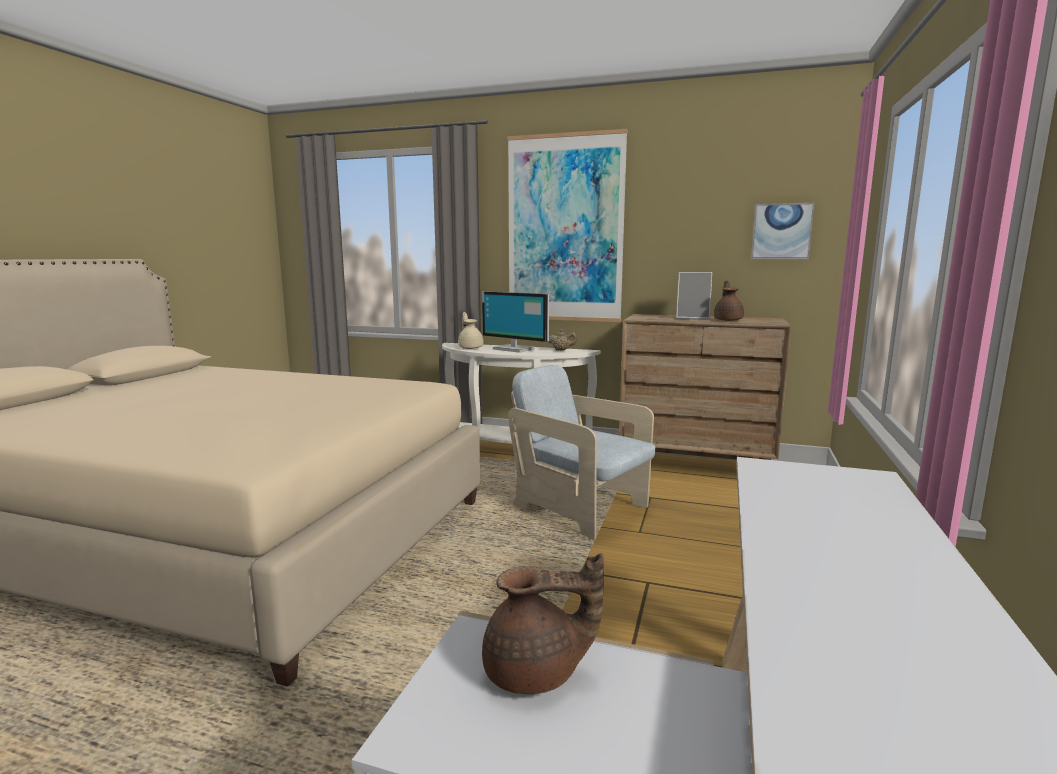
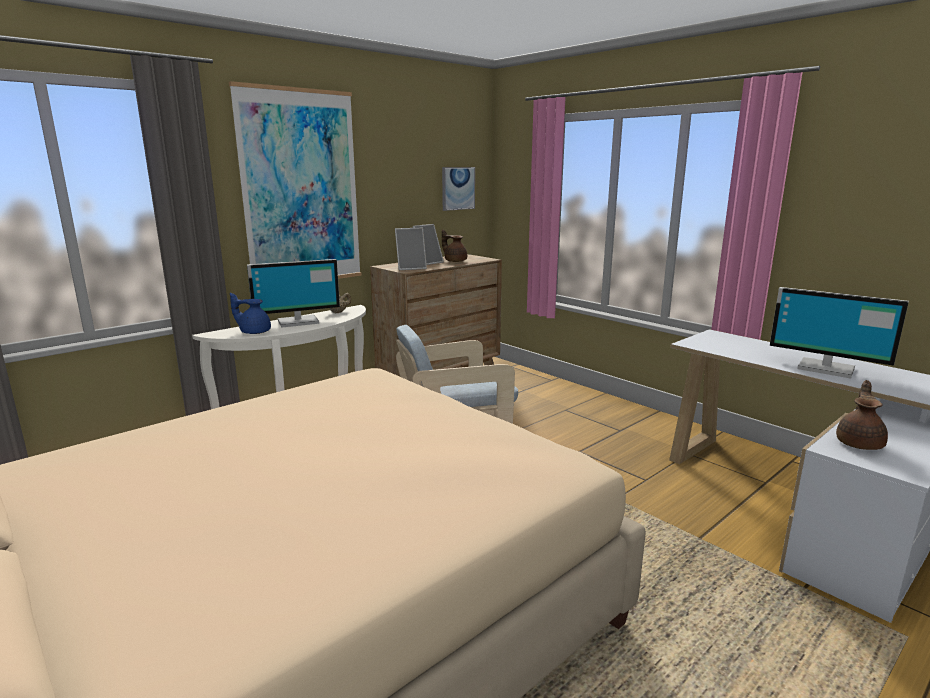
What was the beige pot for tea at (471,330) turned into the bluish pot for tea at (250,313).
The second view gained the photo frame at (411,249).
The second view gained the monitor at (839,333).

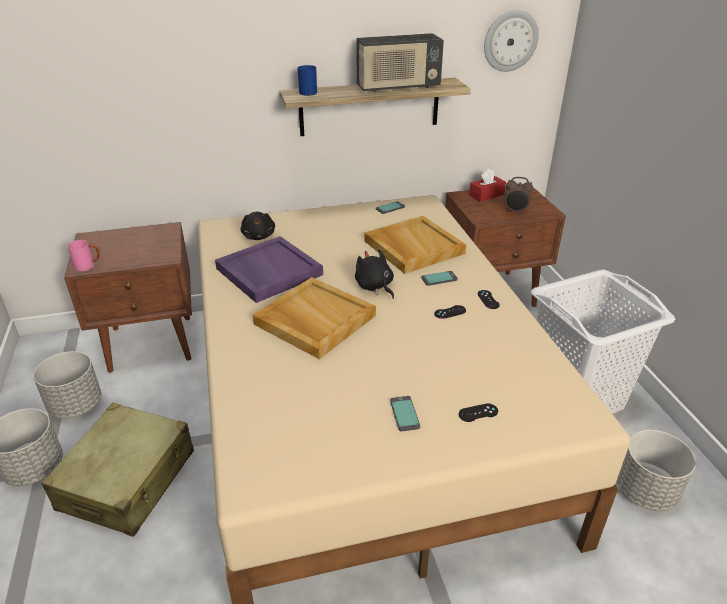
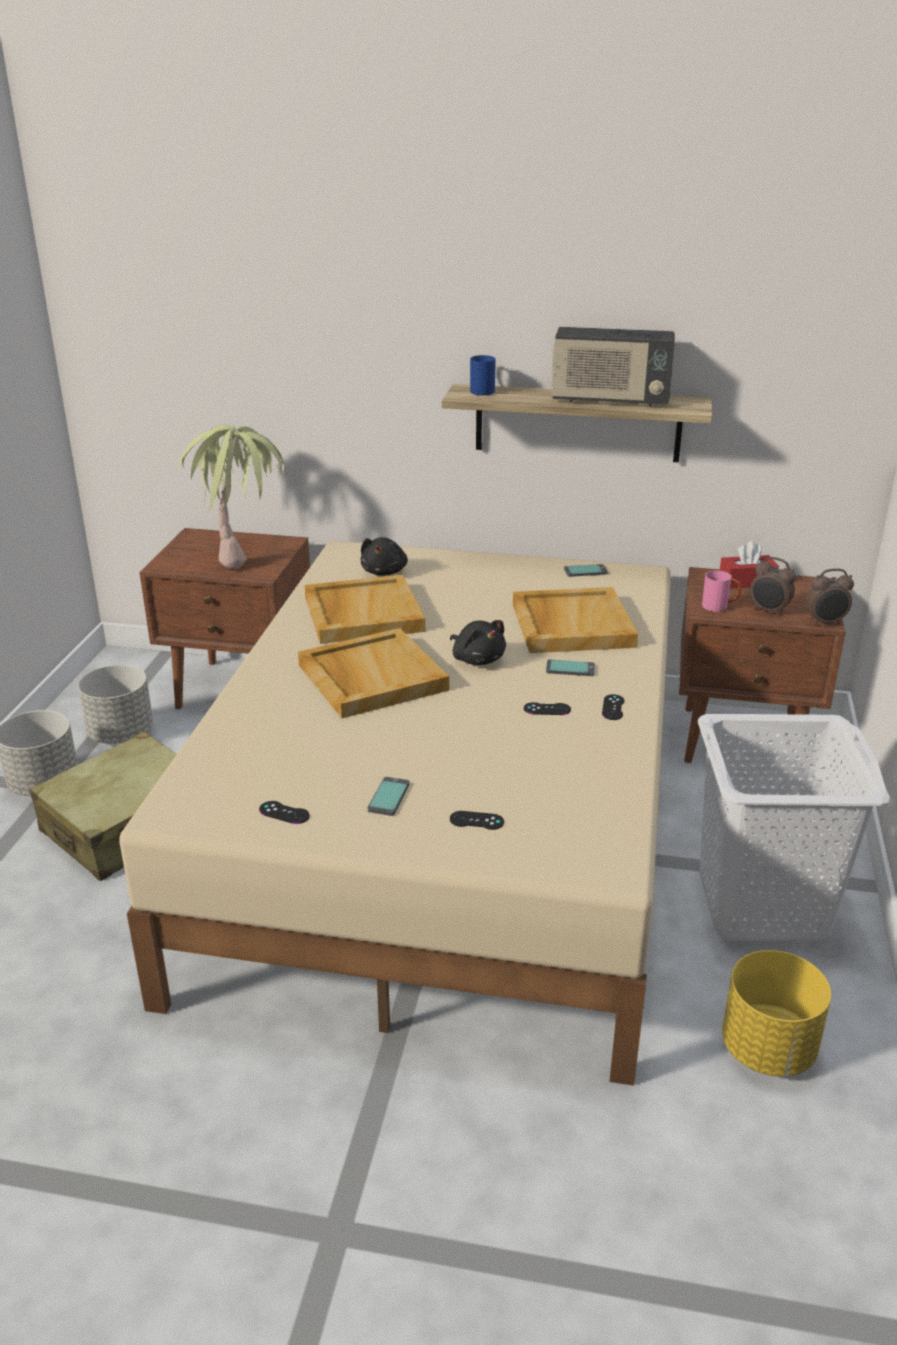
The second view lost the clock on the wall at (511,41).
What was the purple-coloured serving tray at (269,269) turned into the beige serving tray at (364,609).
The pink mug ended up elsewhere, having gone from (83,255) to (722,591).
The black-coloured plush toy at (374,274) ended up facing another way, 150 degrees clockwise from before.
What was the greyish planter at (656,470) turned into the yellow planter at (776,1013).
The second view gained the houseplant at (231,497).
The second view gained the bedside clock at (829,596).
The second view gained the black-coloured gamepad at (284,812).

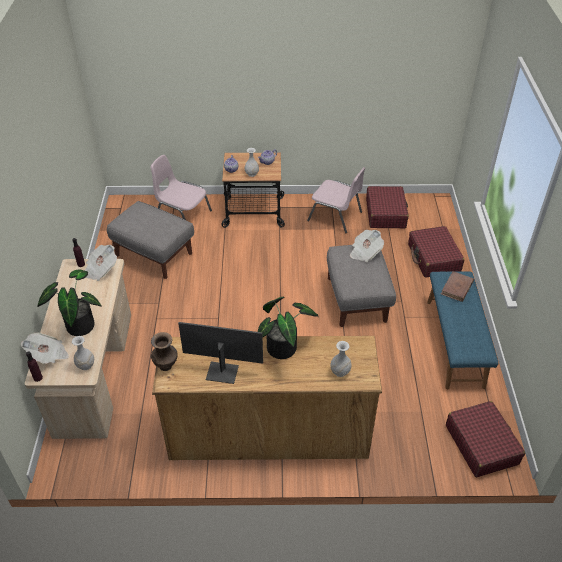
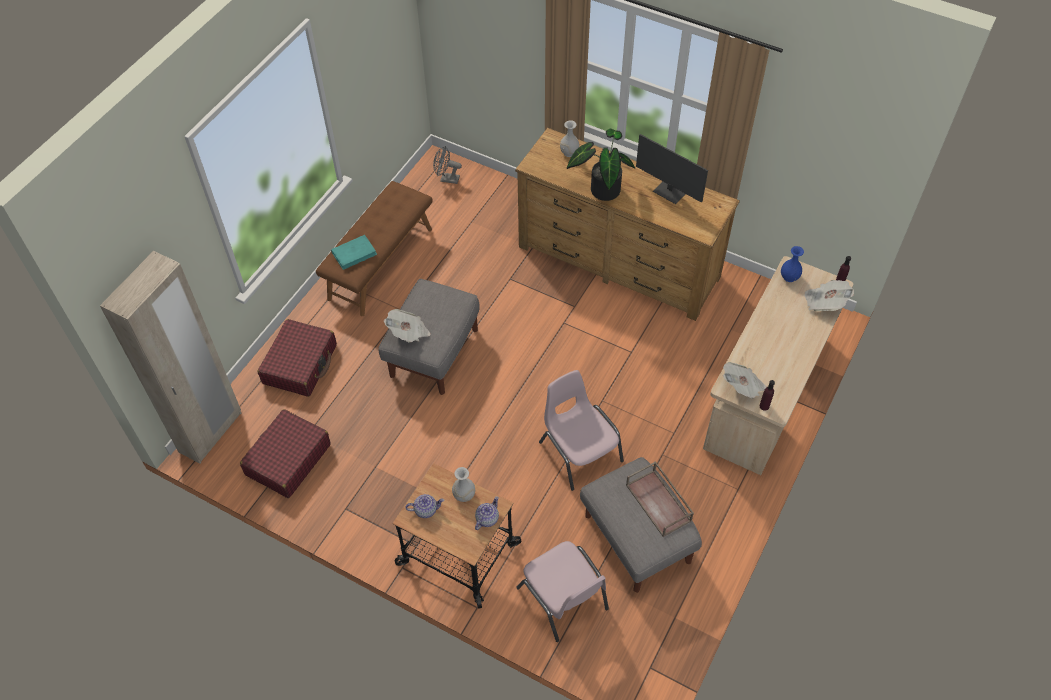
The pink upright chair ended up elsewhere, having gone from (336,200) to (581,430).
The second view lost the houseplant at (70,302).
What was the bluish indoor bench at (462,330) turned into the brown-coloured indoor bench at (374,248).
What was the brown-coloured volume at (457,286) turned into the blue-green volume at (354,252).
The second view lost the brown-coloured flower vase at (164,351).
What was the white flower vase at (83,353) turned into the bluish flower vase at (792,264).
Where the reddish piece of luggage stood at (485,439), the greyish cooling fan came to stand at (447,165).
The second view gained the beige wardrobe at (170,357).
The second view gained the brown-coloured serving tray at (660,499).

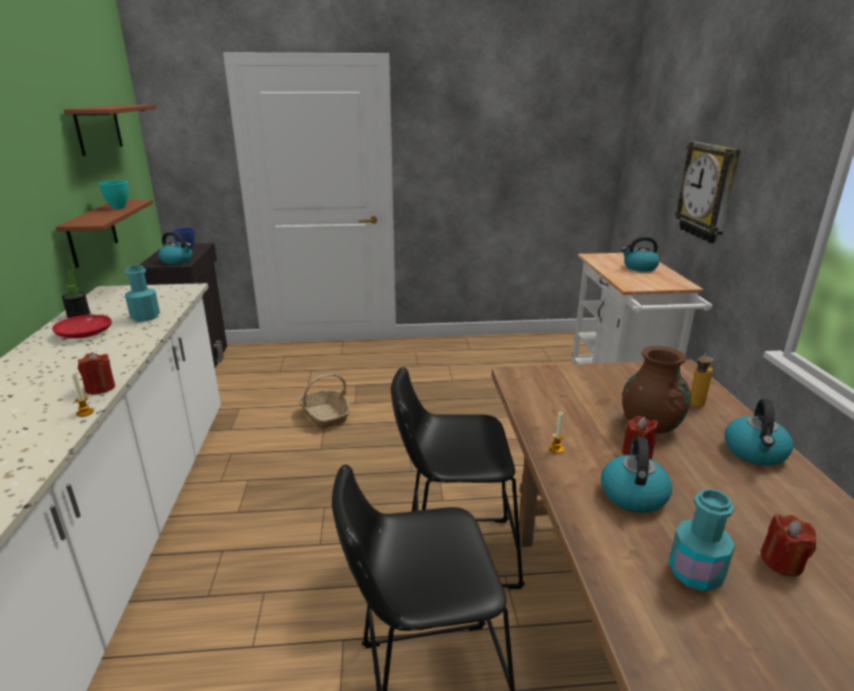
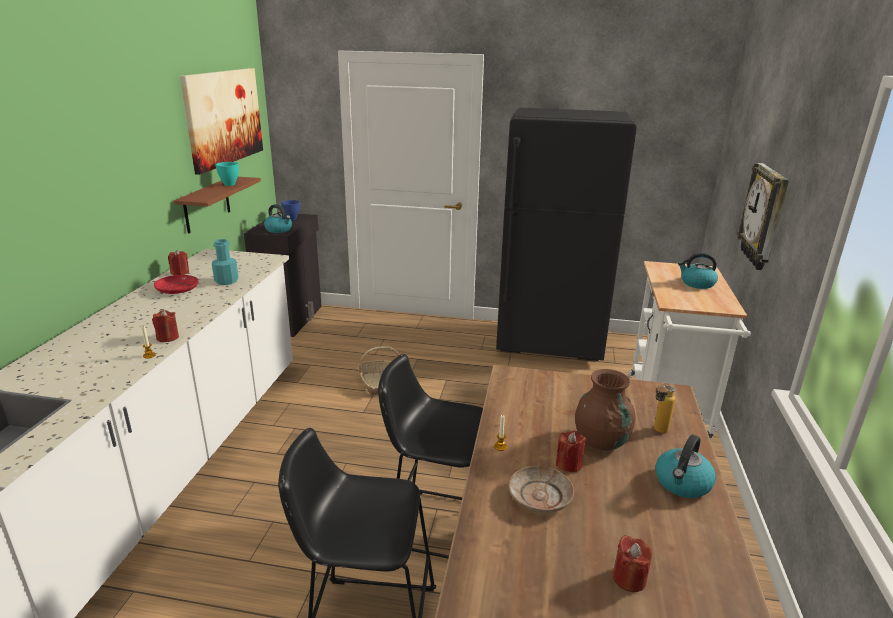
Where the brown-coloured bracket shelf hung at (110,130), the wall picture came to hang at (221,121).
Where the houseplant stood at (76,286), the reddish wax light came to stand at (178,262).
Where the kettle stood at (636,475), the beige flat dish came to stand at (541,489).
The second view lost the blue-green drink bottle at (702,540).
The second view gained the black-coloured refrigerator at (566,234).

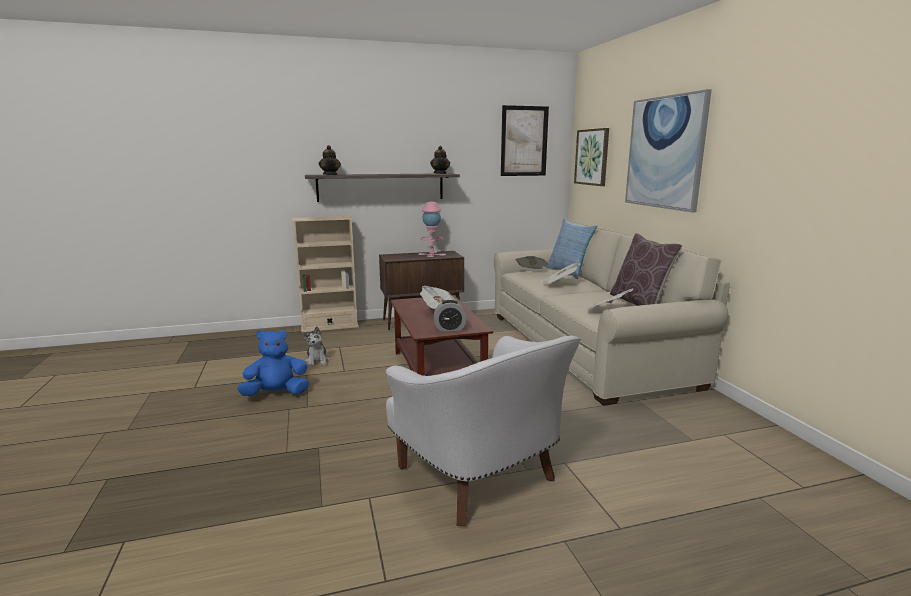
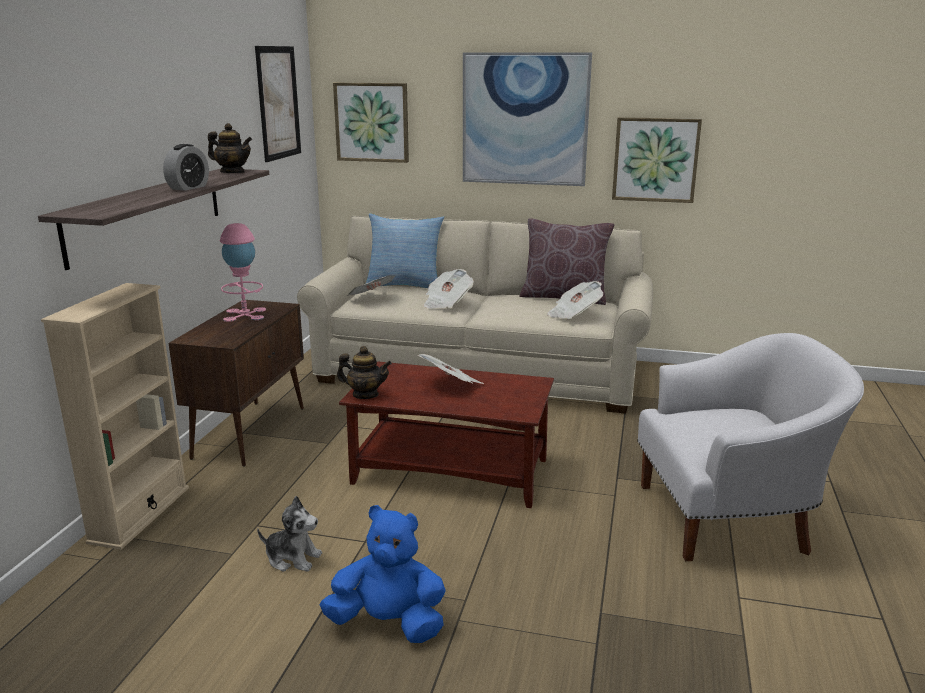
The pot for tea ended up elsewhere, having gone from (330,160) to (364,372).
The bedside clock ended up elsewhere, having gone from (450,315) to (186,167).
The bluish plush toy at (273,363) ended up facing another way, 90 degrees clockwise from before.
The second view gained the wall picture at (657,160).

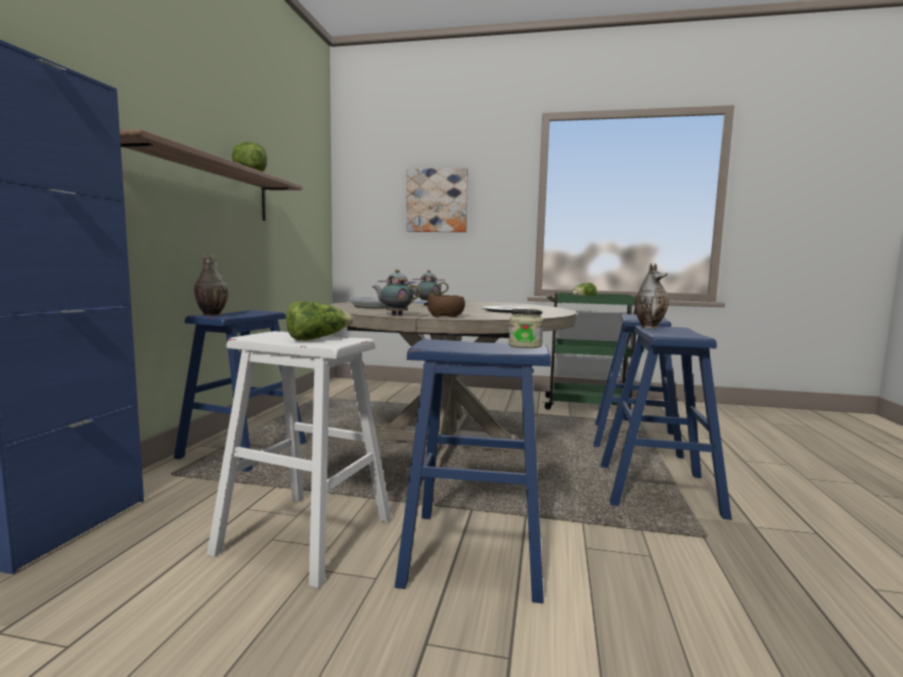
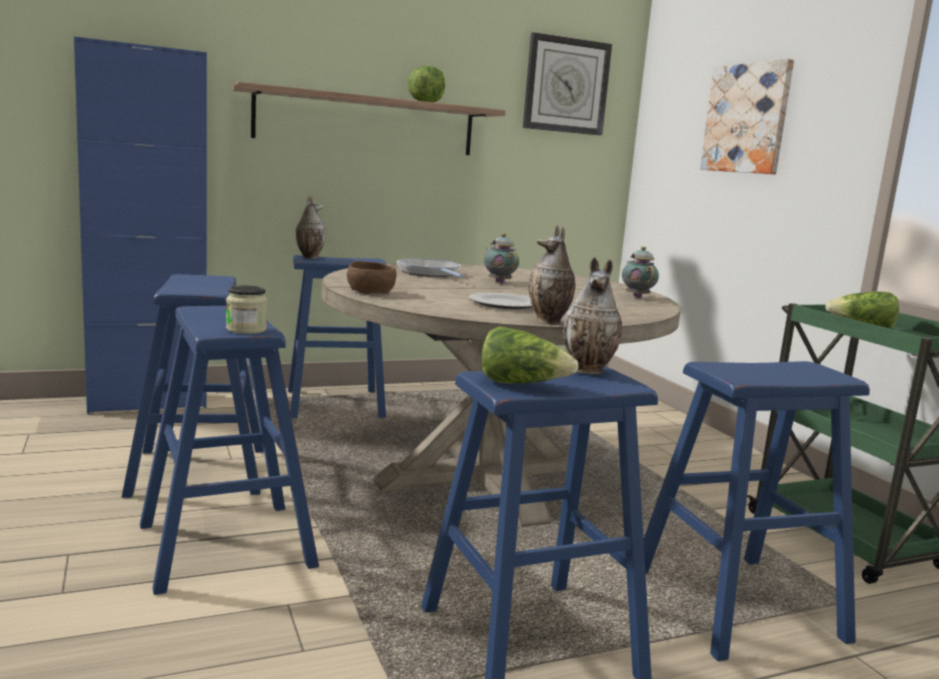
The pot for tea ended up elsewhere, having gone from (396,292) to (640,272).
The head of lettuce ended up elsewhere, having gone from (319,320) to (530,354).
What was the white sitting stool at (299,459) turned into the bluish sitting stool at (193,386).
The second view gained the clock on the wall at (567,83).
The second view gained the flower vase at (552,274).

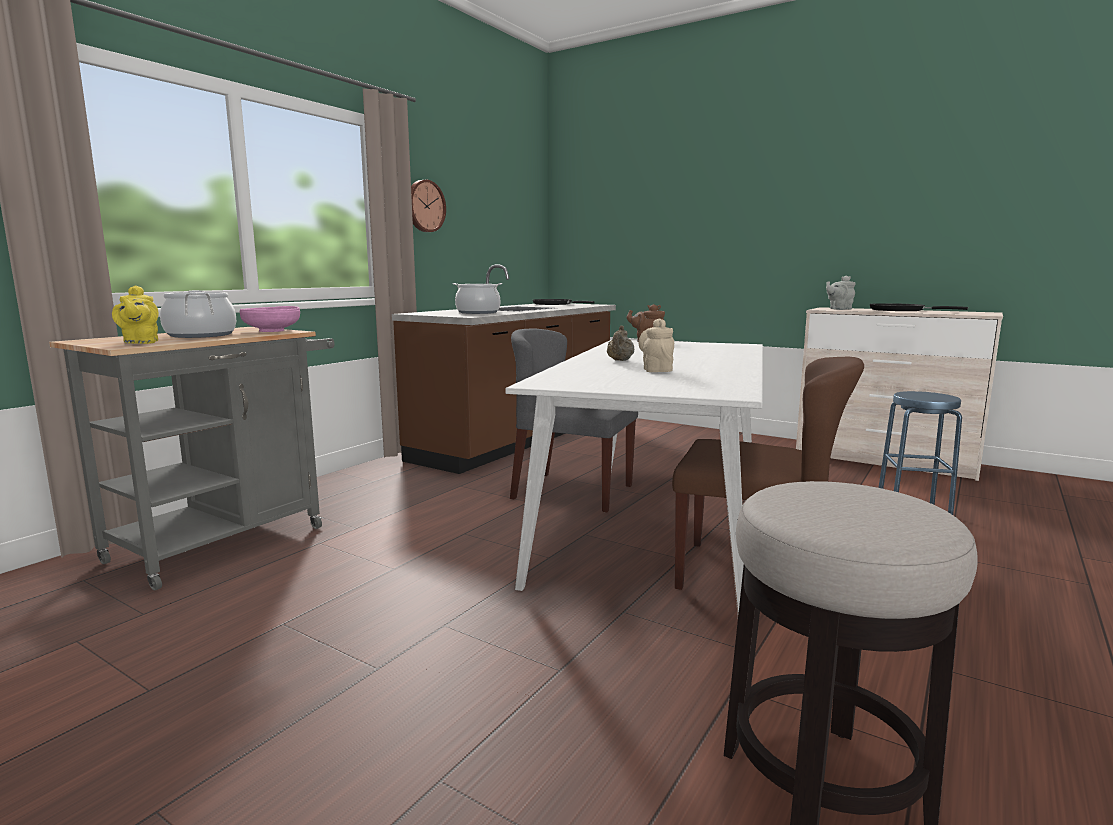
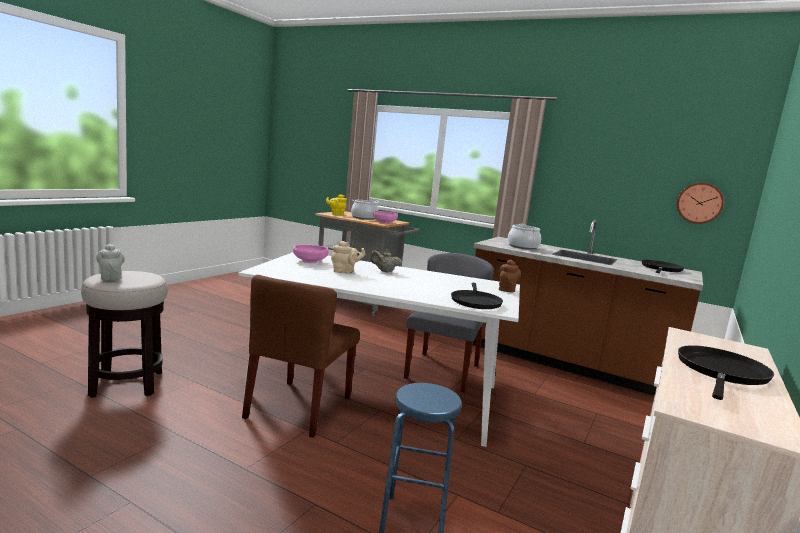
The clock on the wall ended up elsewhere, having gone from (428,206) to (700,203).
The greyish pot for tea ended up elsewhere, having gone from (841,293) to (110,262).
The second view gained the pink bowl at (311,254).
The second view gained the black-coloured skillet at (477,296).

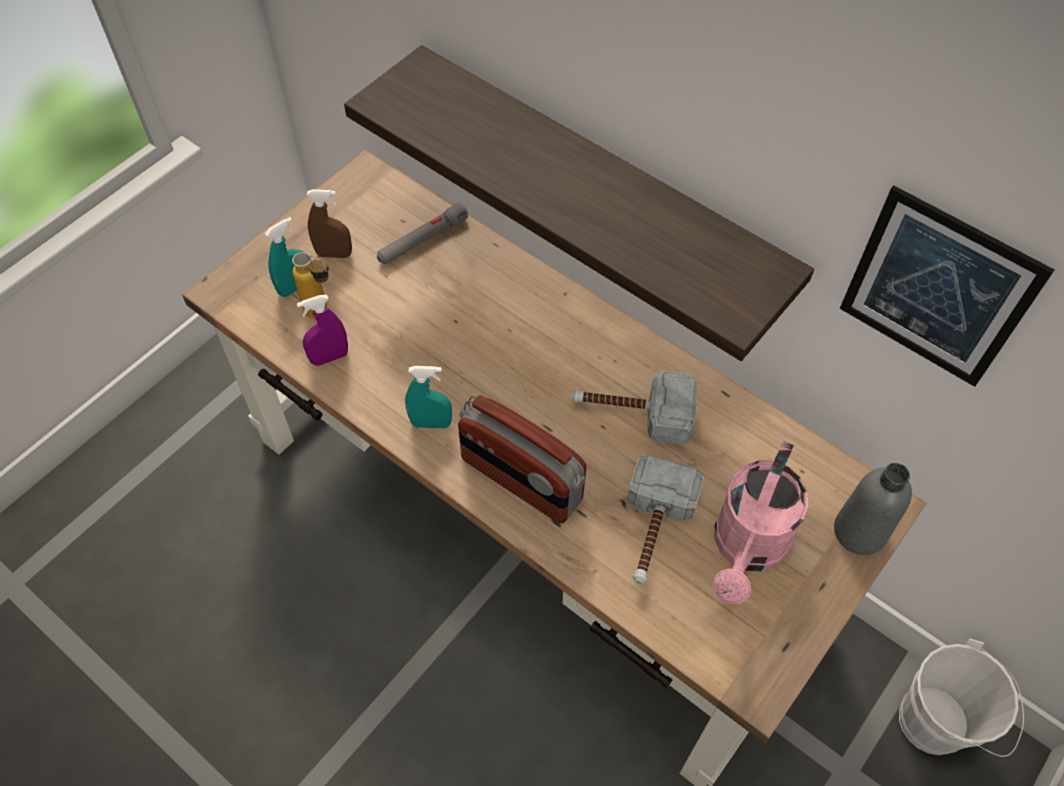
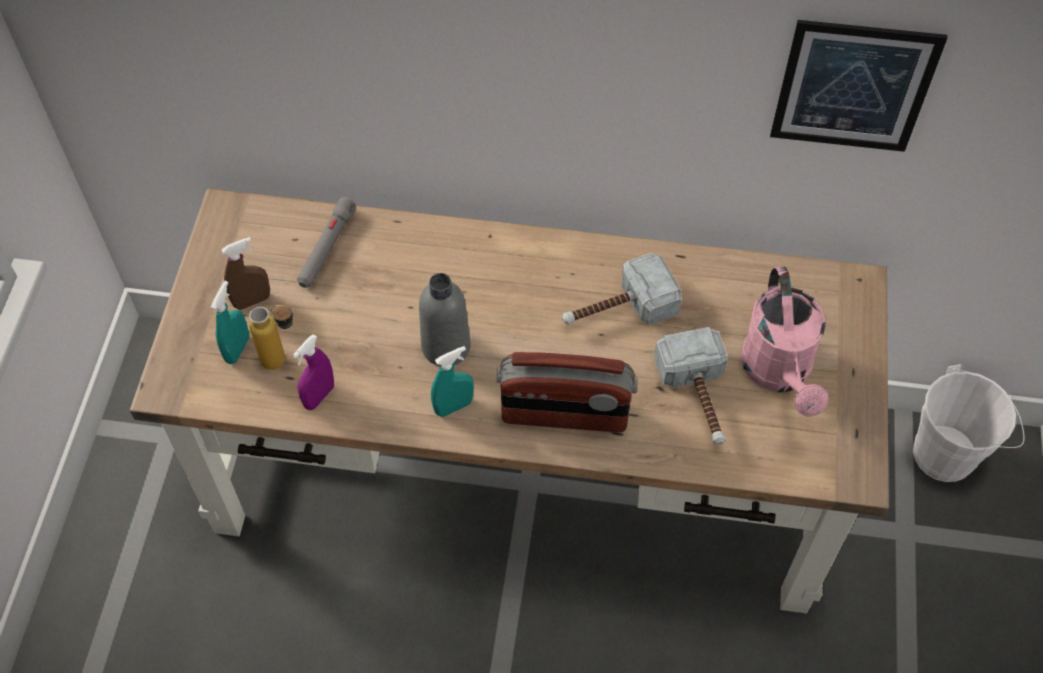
The second view lost the bracket shelf at (579,203).
The greyish drink bottle ended up elsewhere, having gone from (873,509) to (445,319).

